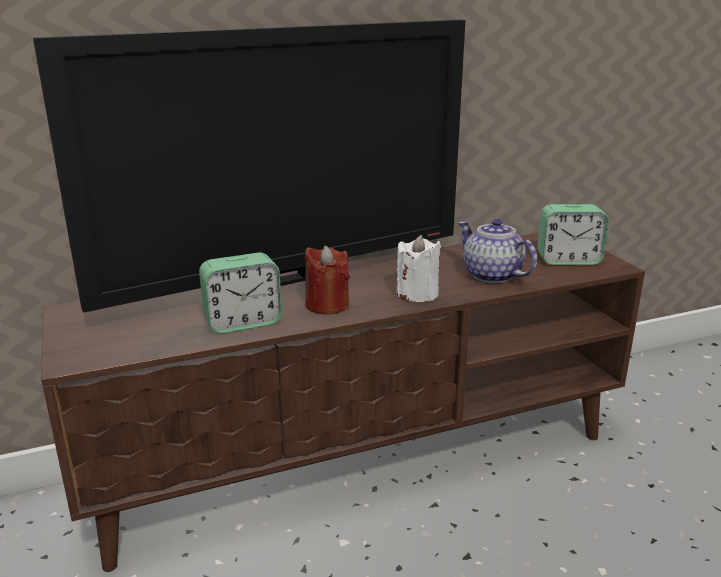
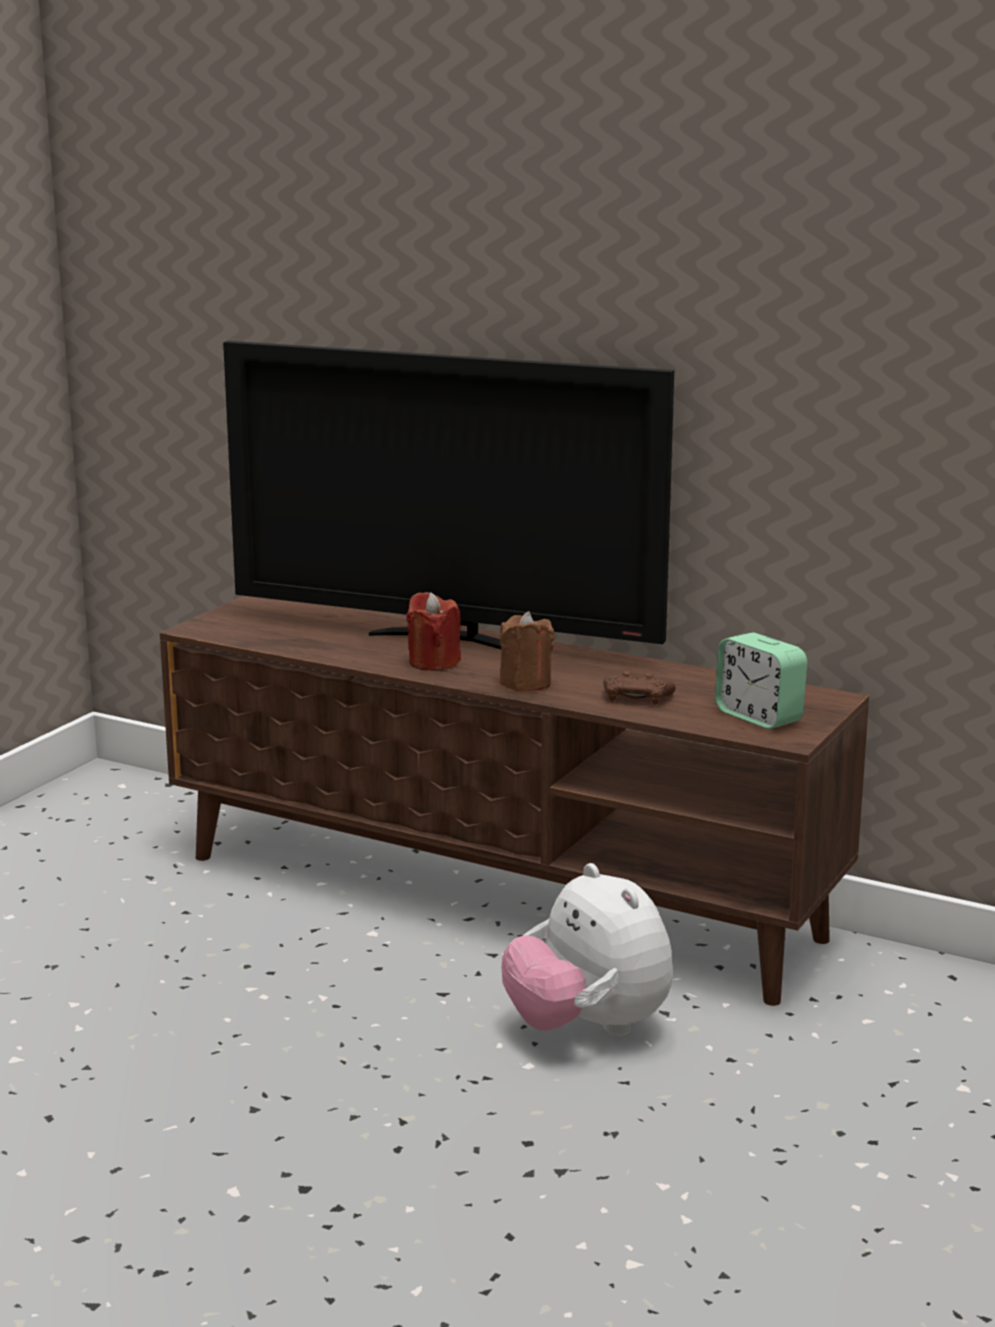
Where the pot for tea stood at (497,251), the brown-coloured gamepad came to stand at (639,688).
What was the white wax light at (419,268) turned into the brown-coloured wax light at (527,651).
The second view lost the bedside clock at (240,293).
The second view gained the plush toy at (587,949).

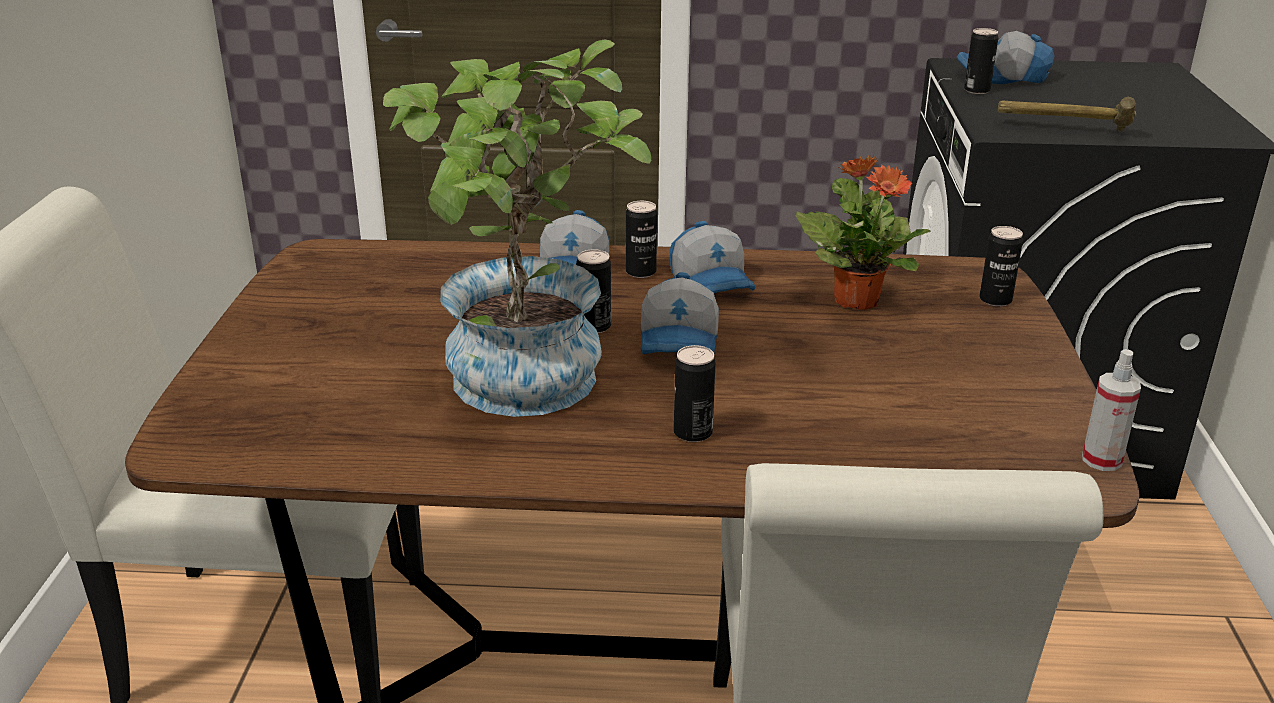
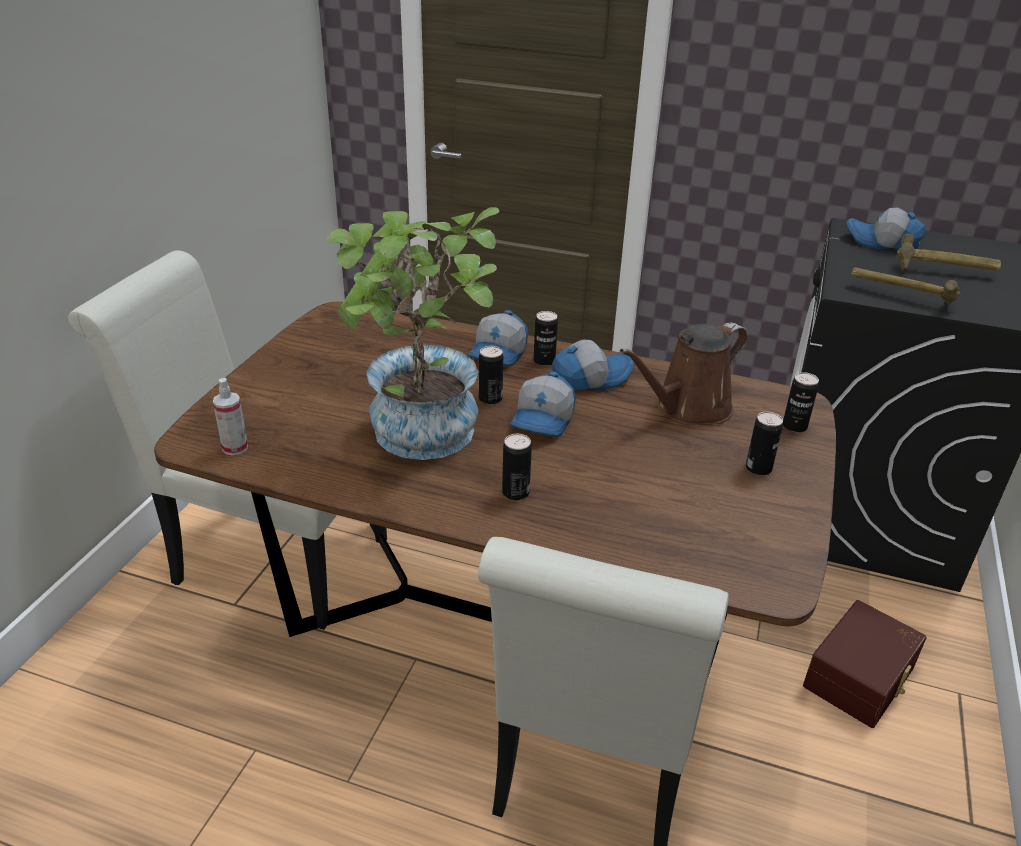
The sealed can ended up elsewhere, having gone from (981,61) to (764,443).
Where the houseplant stood at (863,232), the brown-coloured watering pot came to stand at (684,373).
The cap at (713,257) ended up facing another way, 105 degrees counterclockwise from before.
The spray bottle ended up elsewhere, having gone from (1111,410) to (230,416).
The second view gained the hammer at (949,253).
The second view gained the brown-coloured storage container at (864,664).

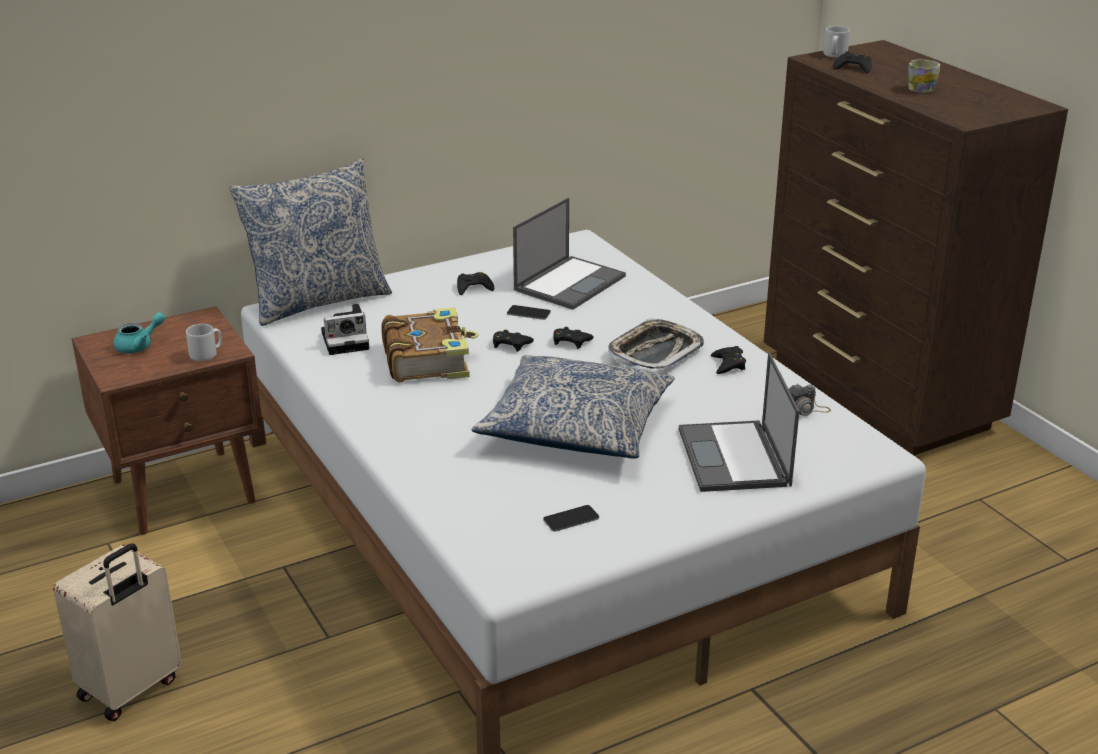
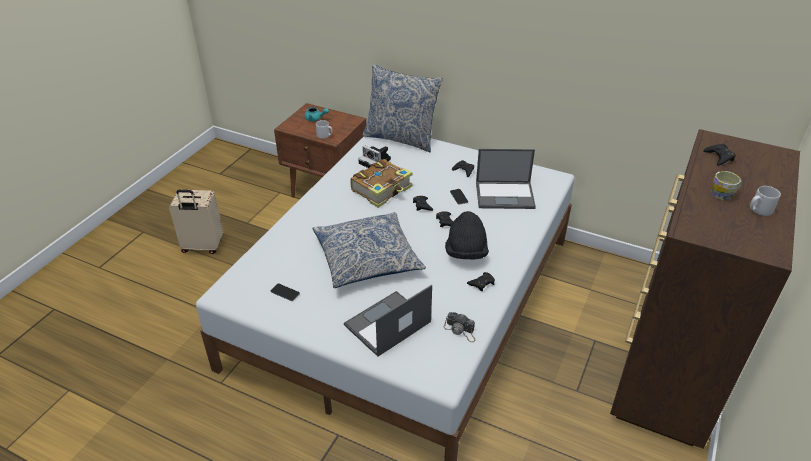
The greyish mug ended up elsewhere, having gone from (837,42) to (765,201).
Where the serving tray stood at (656,344), the black-coloured hat came to stand at (467,235).

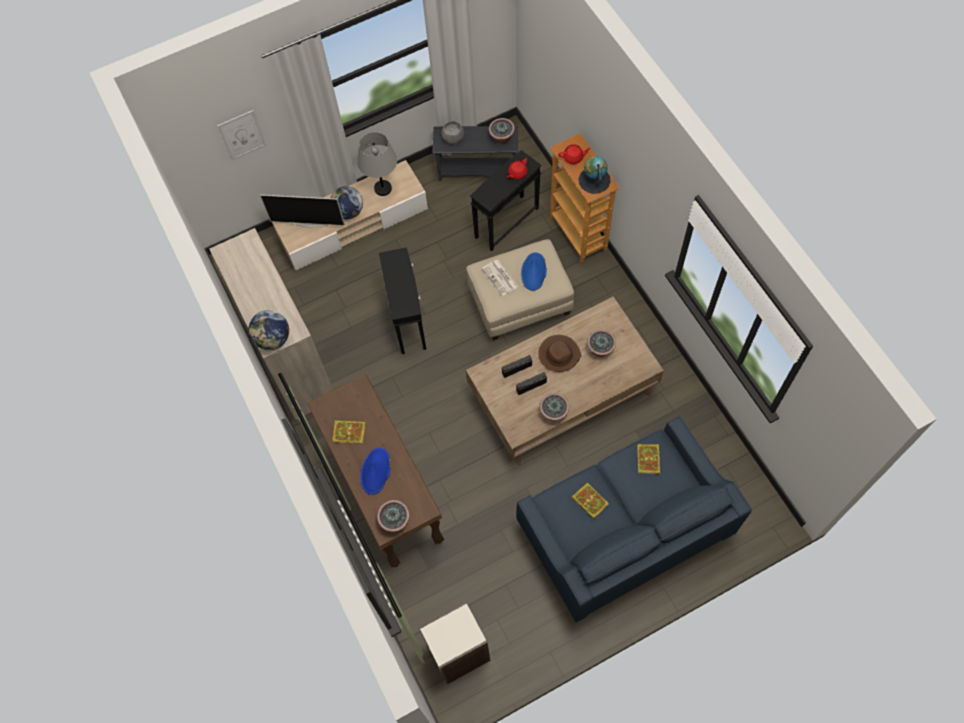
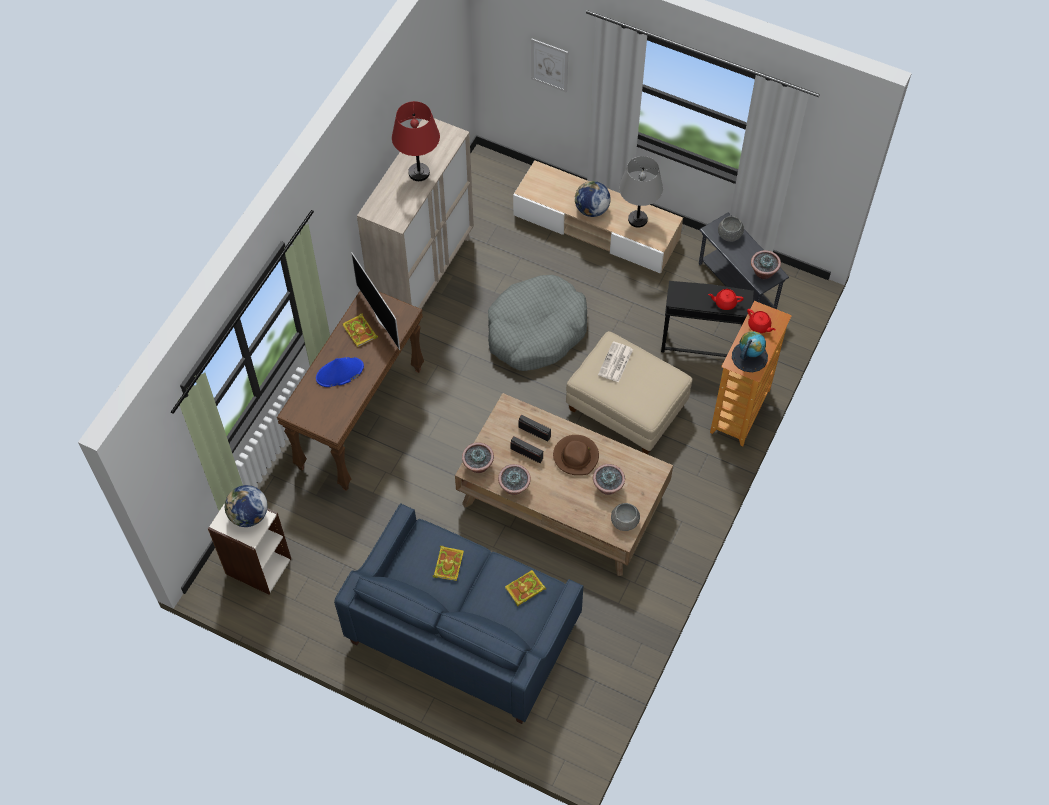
The TV ended up elsewhere, having gone from (302,211) to (375,301).
Where the black-coloured accent table stood at (402,300), the greyish dog bed came to stand at (537,323).
The second view lost the bluish hat at (534,271).
The world globe ended up elsewhere, having gone from (268,330) to (246,506).
The houseplant ended up elsewhere, having gone from (393,516) to (478,457).
The second view gained the reddish table lamp at (416,141).
The second view gained the greyish bowl at (625,517).

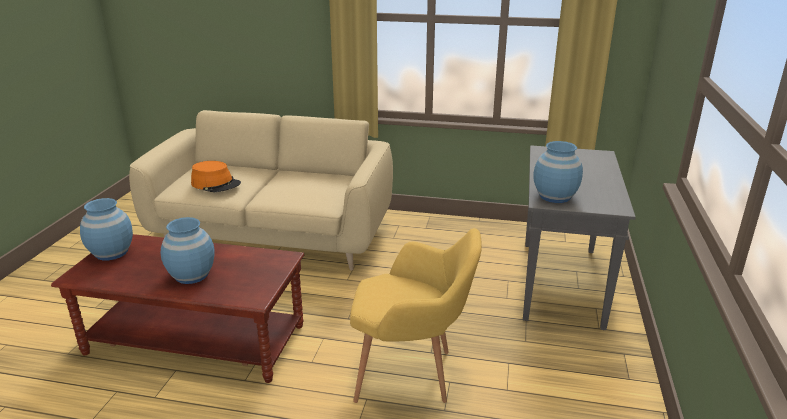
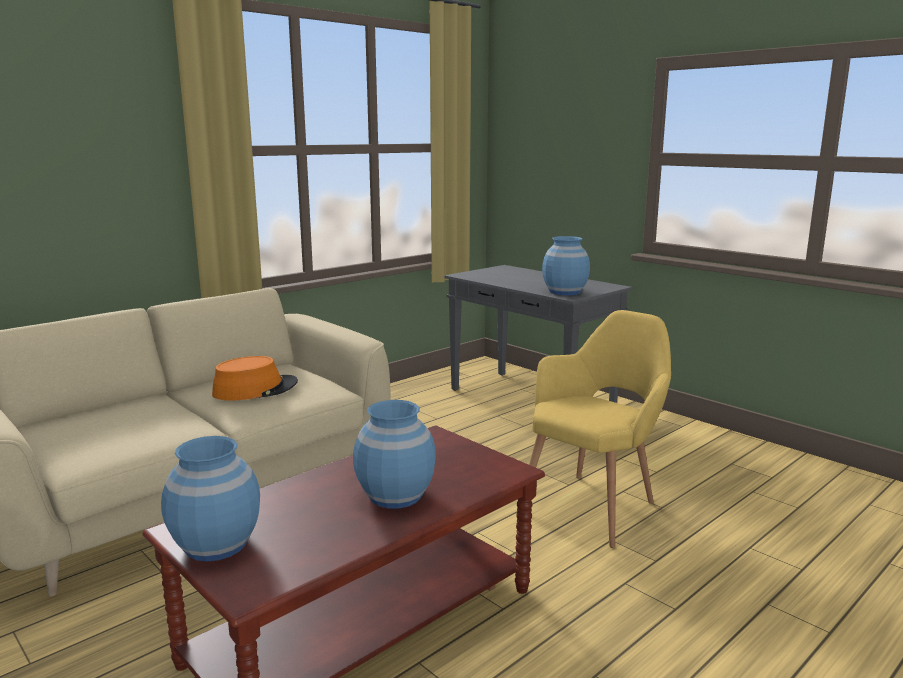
The orangey hat ended up elsewhere, having gone from (216,176) to (255,378).

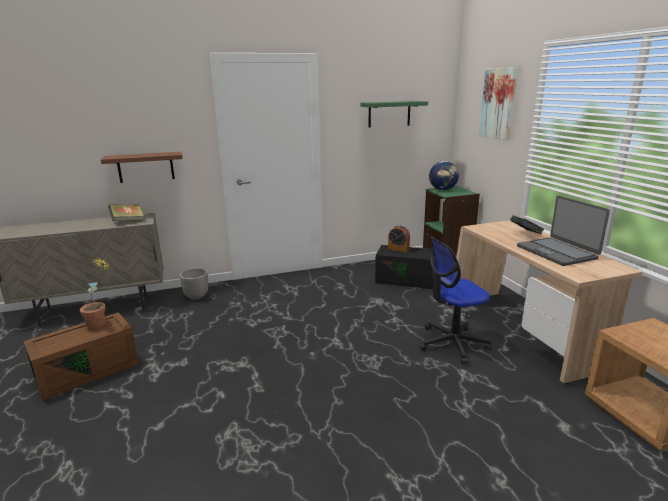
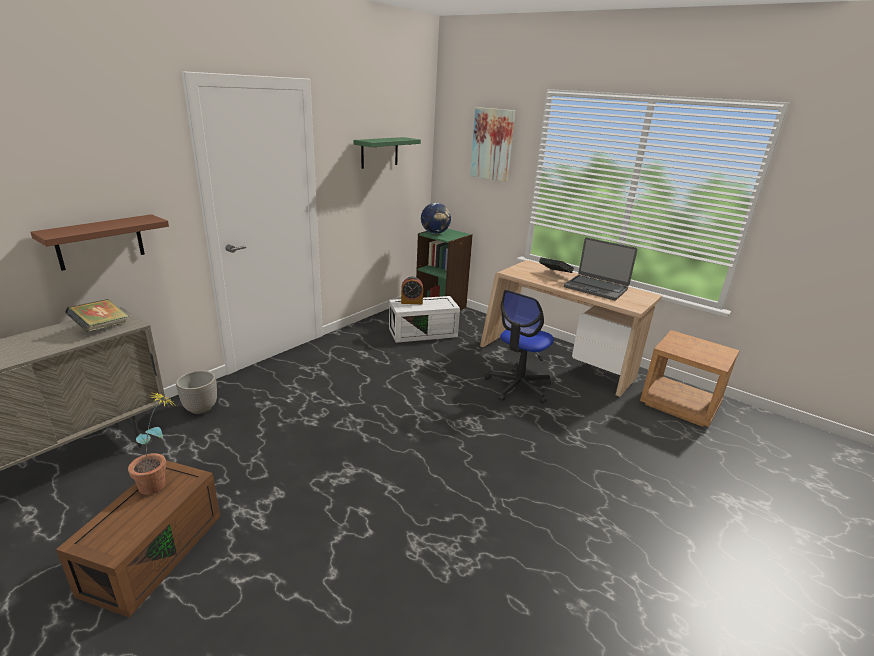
What was the black-coloured storage container at (404,267) turned into the white storage container at (424,319).

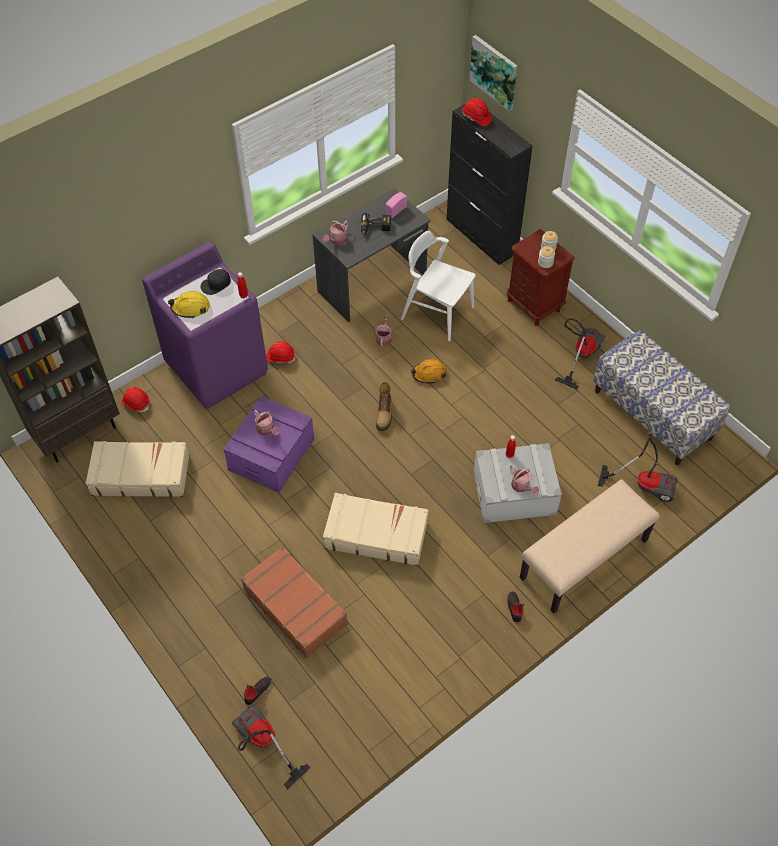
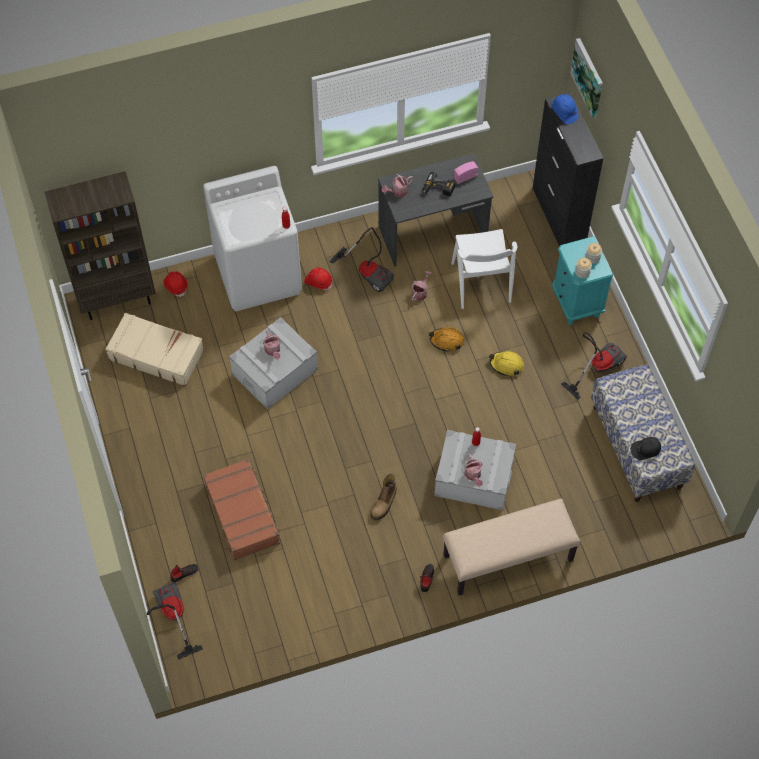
What was the reddish hard hat at (477,112) turned into the bluish hard hat at (565,109).
What was the brown-coloured nightstand at (541,277) turned into the blue-green nightstand at (582,280).
The white upright chair at (438,286) ended up facing another way, 150 degrees counterclockwise from before.
What was the purple-coloured laundry appliance at (205,325) turned into the white laundry appliance at (252,238).
The black-coloured cap ended up elsewhere, having gone from (215,282) to (645,448).
The yellow hard hat ended up elsewhere, having gone from (189,305) to (506,363).
The high-top boot ended up elsewhere, having gone from (384,406) to (384,497).
What was the purple-coloured storage container at (268,444) turned into the greyish storage container at (273,363).
The vacuum ended up elsewhere, having gone from (637,468) to (361,260).
The second view lost the beige piece of luggage at (375,529).

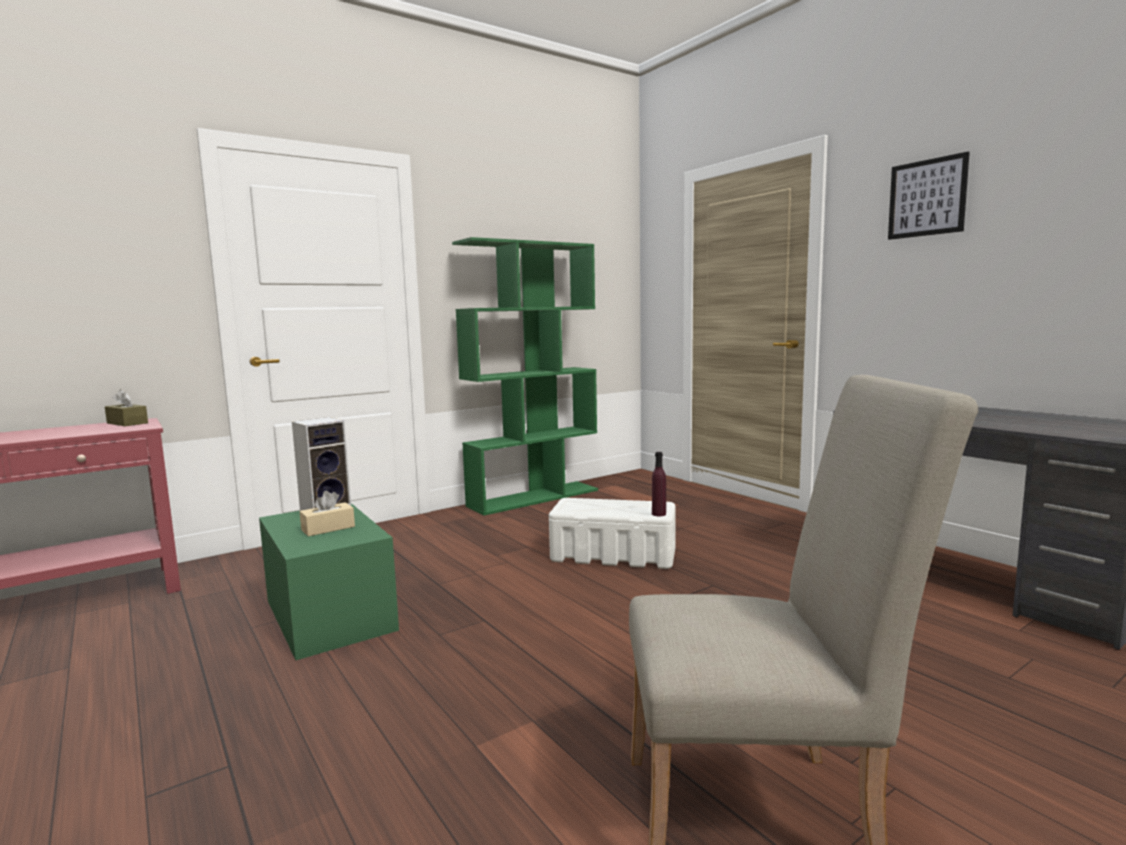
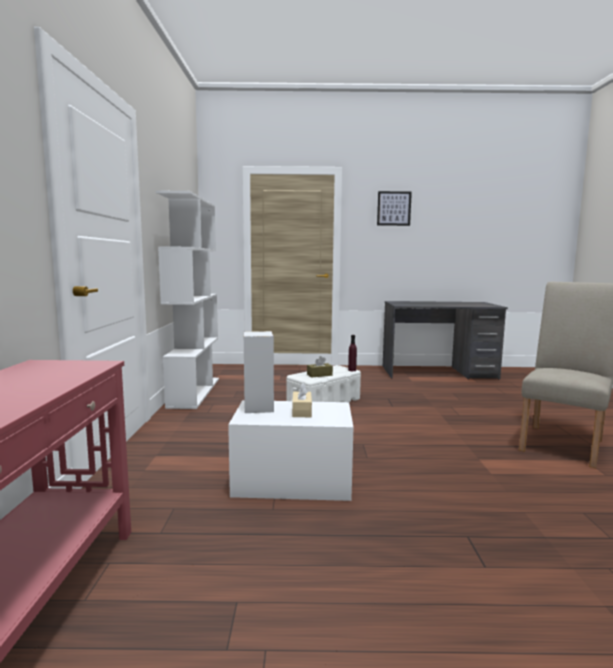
What was the green-coloured bookcase at (525,376) turned into the white bookcase at (187,300).
The brown-coloured box of tissues ended up elsewhere, having gone from (126,407) to (320,367).
What was the green-coloured storage container at (329,581) turned into the white storage container at (290,450).

